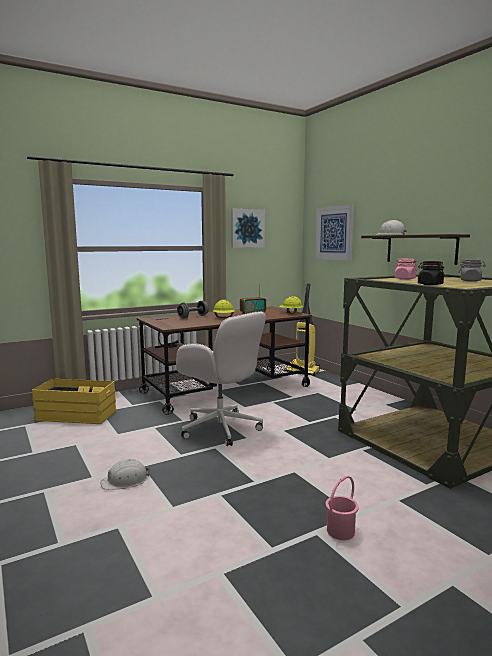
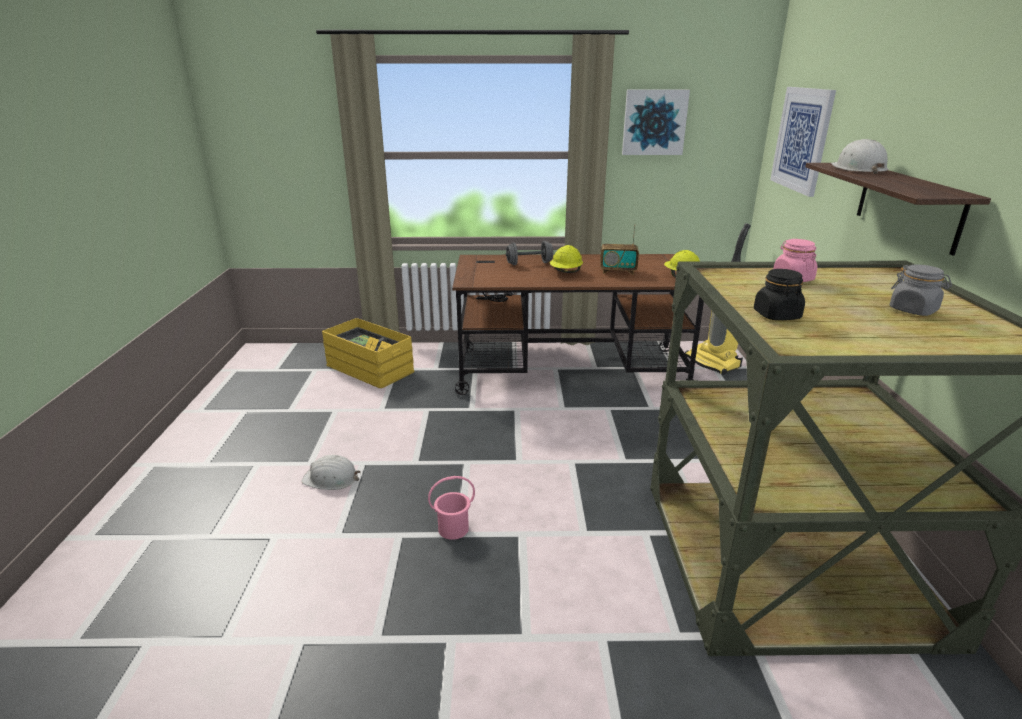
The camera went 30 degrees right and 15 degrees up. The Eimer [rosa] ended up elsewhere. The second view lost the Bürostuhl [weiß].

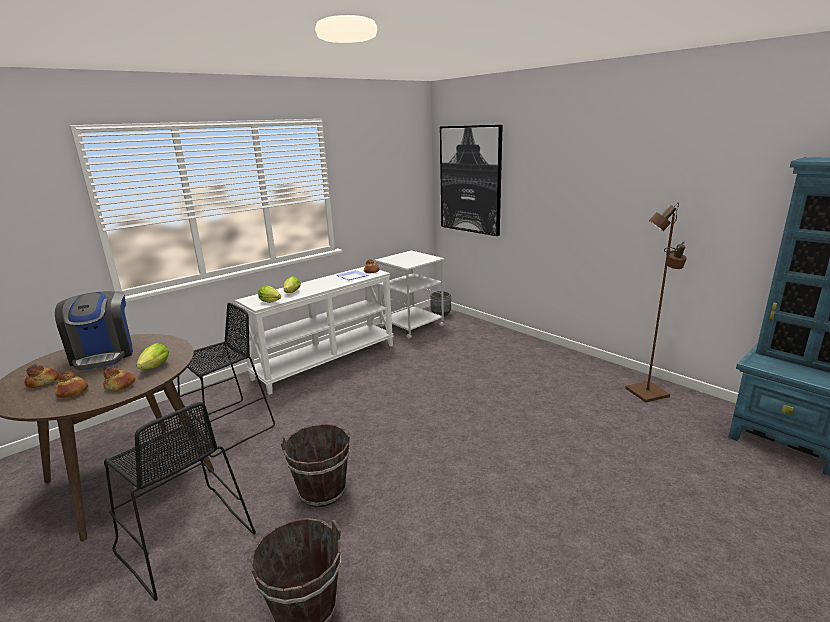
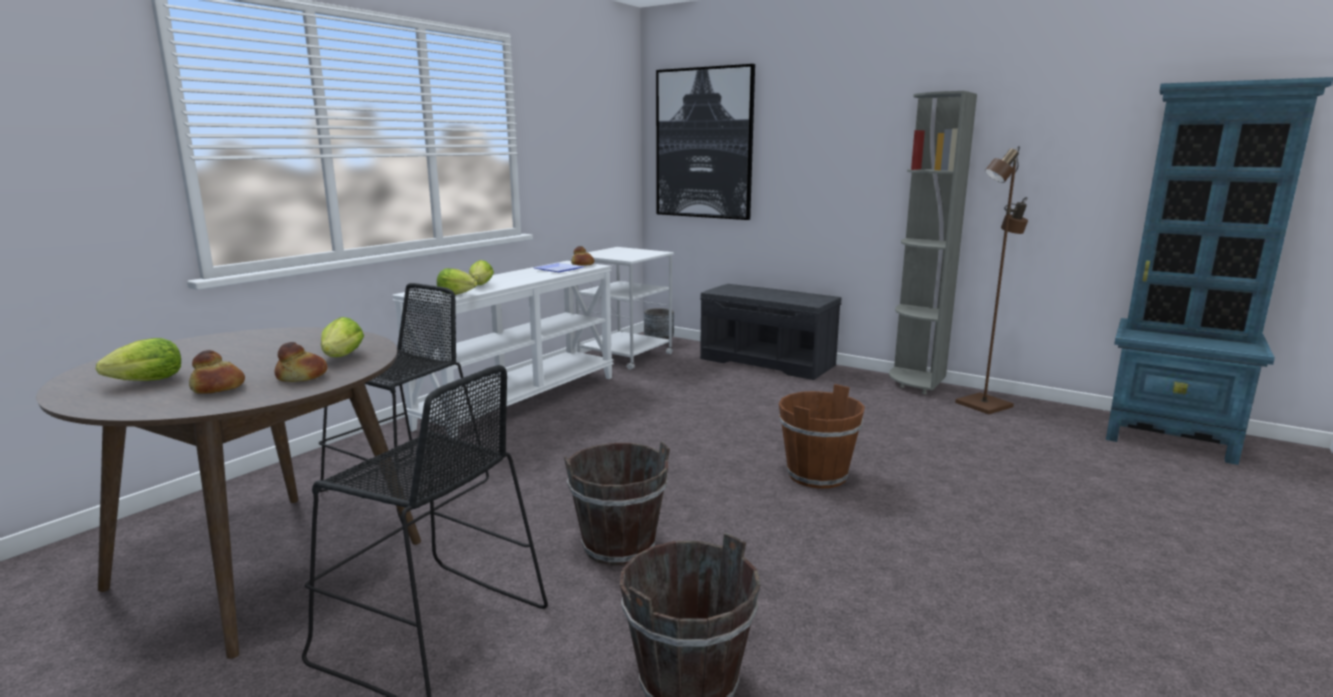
The camera went 15 degrees left and 5 degrees down. Where the Brot (1st from left) stood, the Salatkopf (1st from left) came to stand. The second view gained the Bank [grau]. The second view gained the Eimer [braun] (3rd from left). The second view gained the Bücherregal [grau]. The second view lost the Kaffeemaschine.

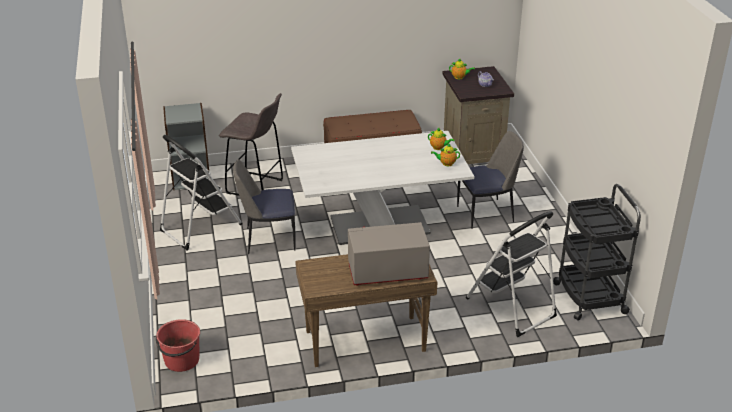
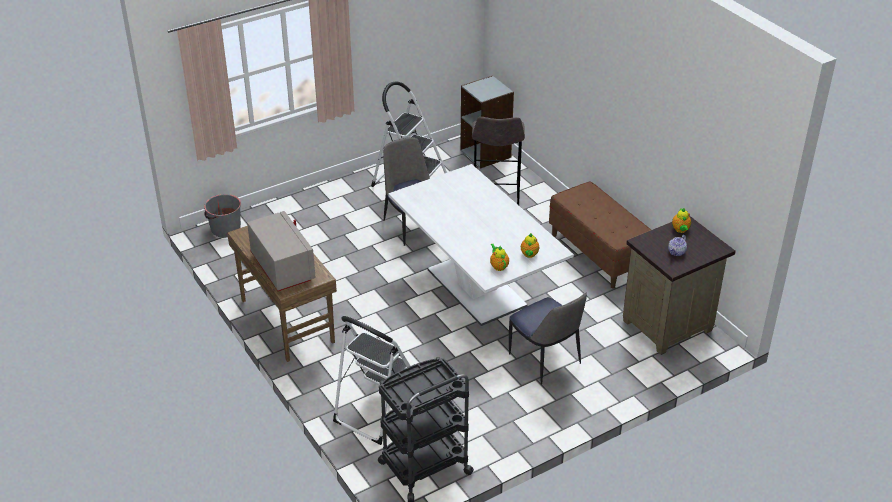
The camera went 70 degrees right and 5 degrees up. What was the Eimer [rot] turned into the Eimer [grau].

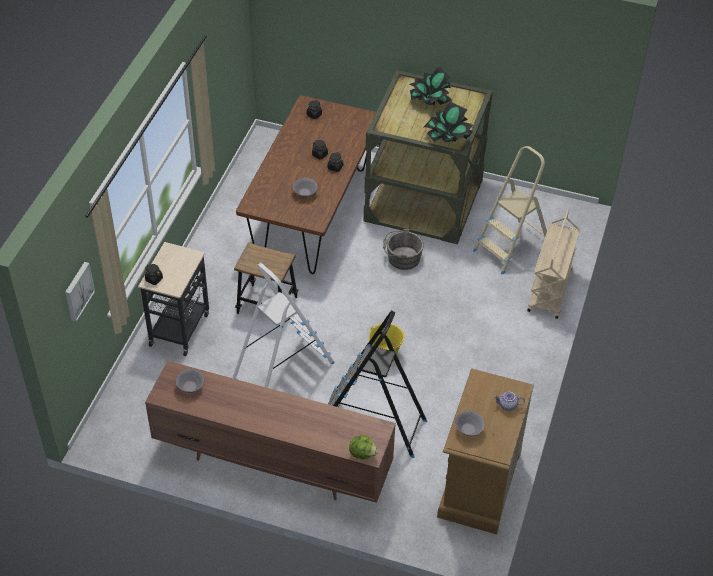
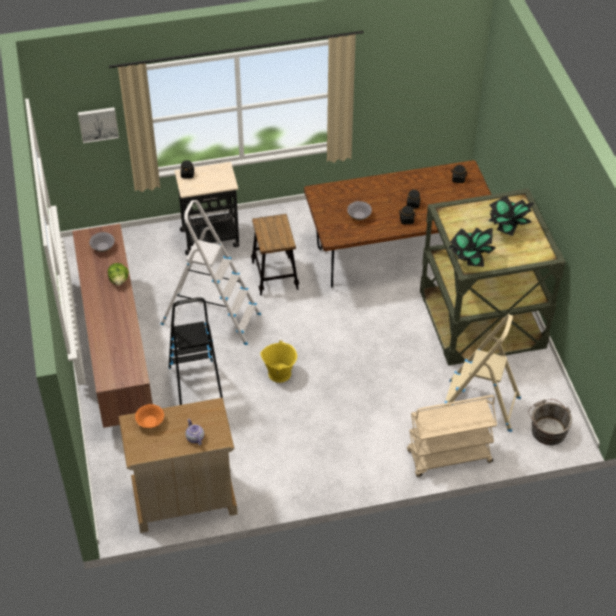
The camera went 60 degrees right and 0 degrees up. The Salatkopf ended up elsewhere. What was the Schüssel [grau] (3rd from left) turned into the Schüssel [orange]. The Eimer [grau] ended up elsewhere.

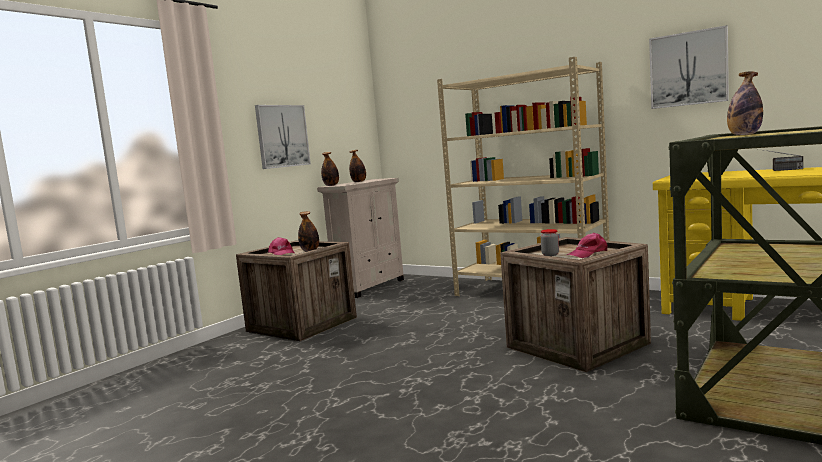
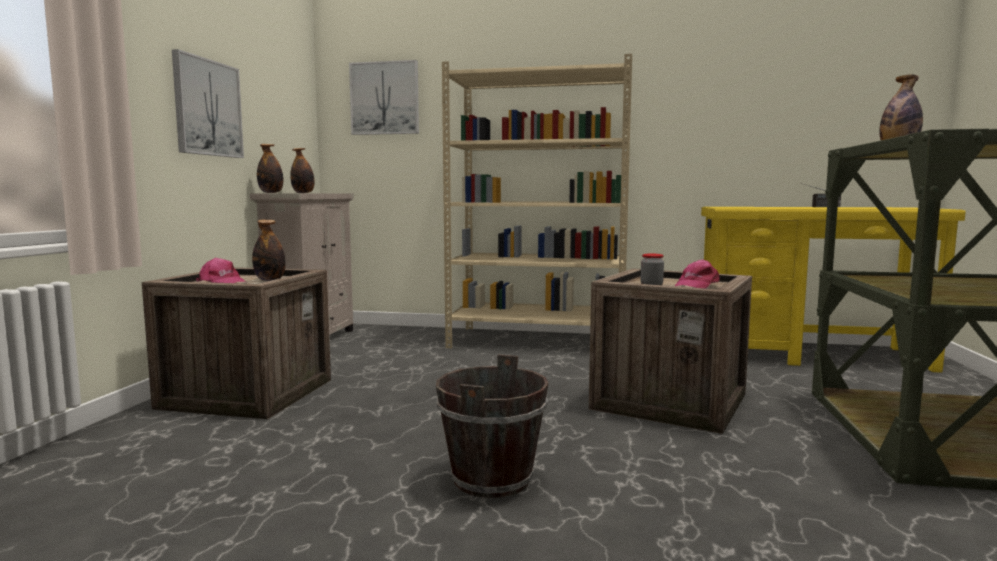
The camera went 25 degrees left and 0 degrees up. The Bild (2nd from left) ended up elsewhere. The second view gained the Eimer [braun].

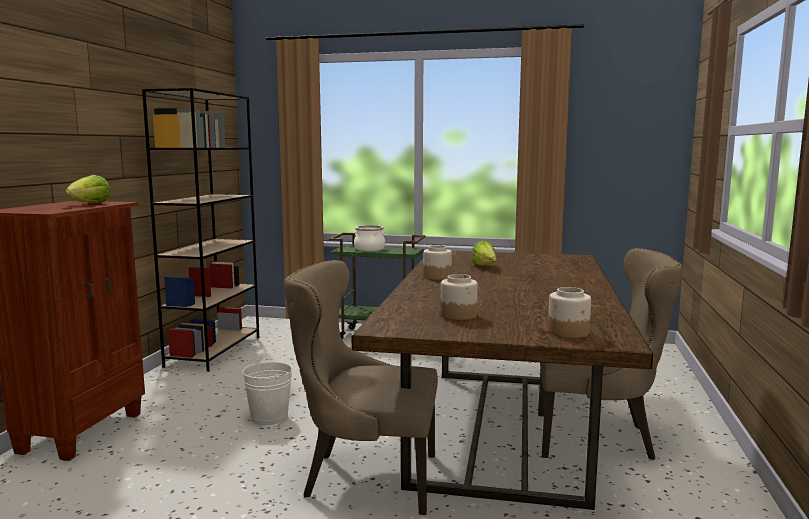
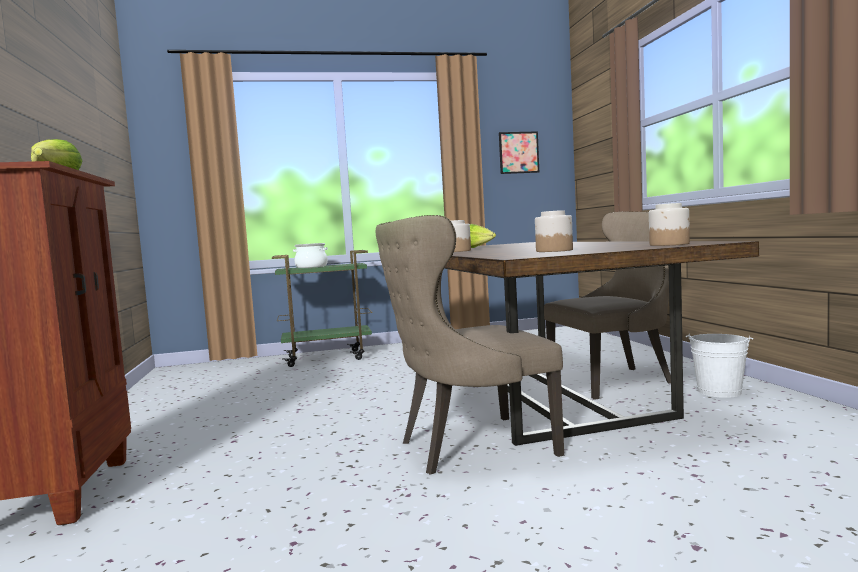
The camera went 25 degrees left and 5 degrees down. The second view gained the Bild. The Eimer [weiß] ended up elsewhere. The second view lost the Bücherregal [beige].

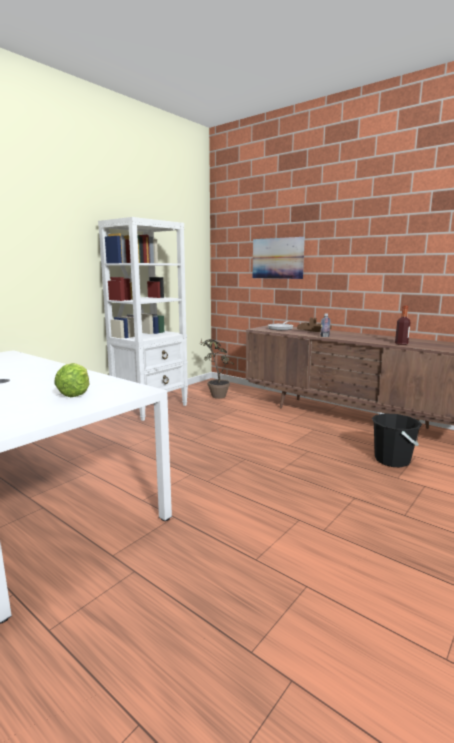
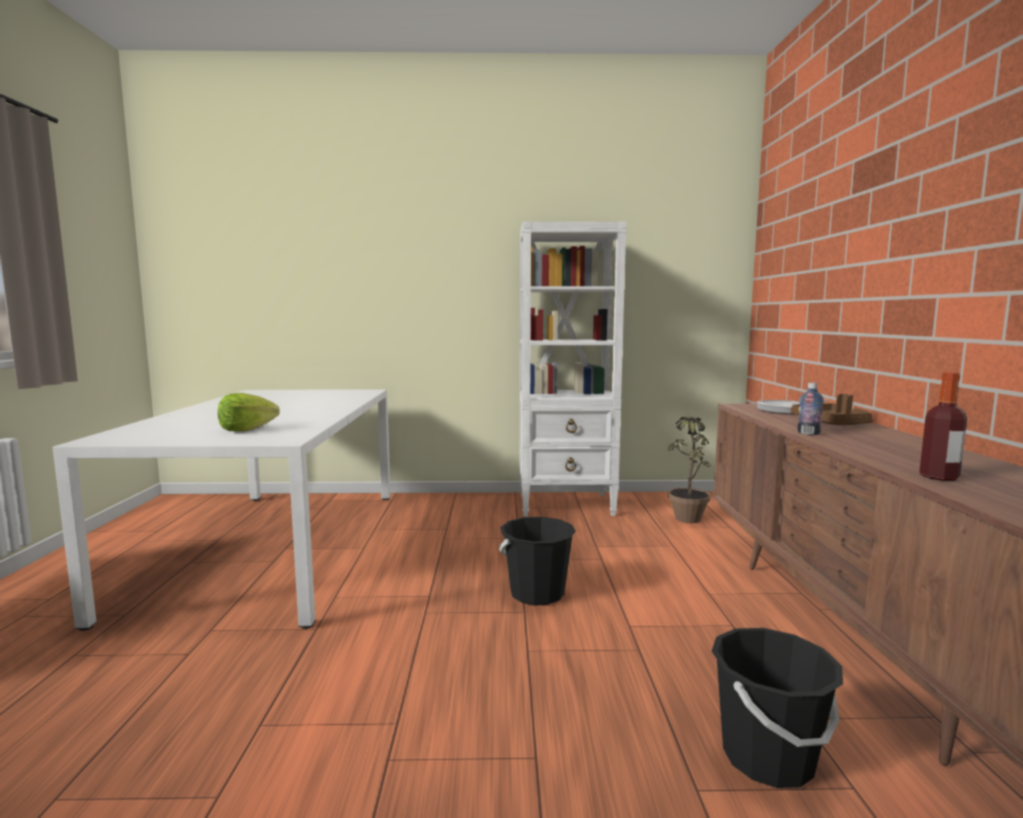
The camera went 50 degrees right and 5 degrees down. The second view gained the Eimer [schwarz] (1st from left). The second view lost the Bild.

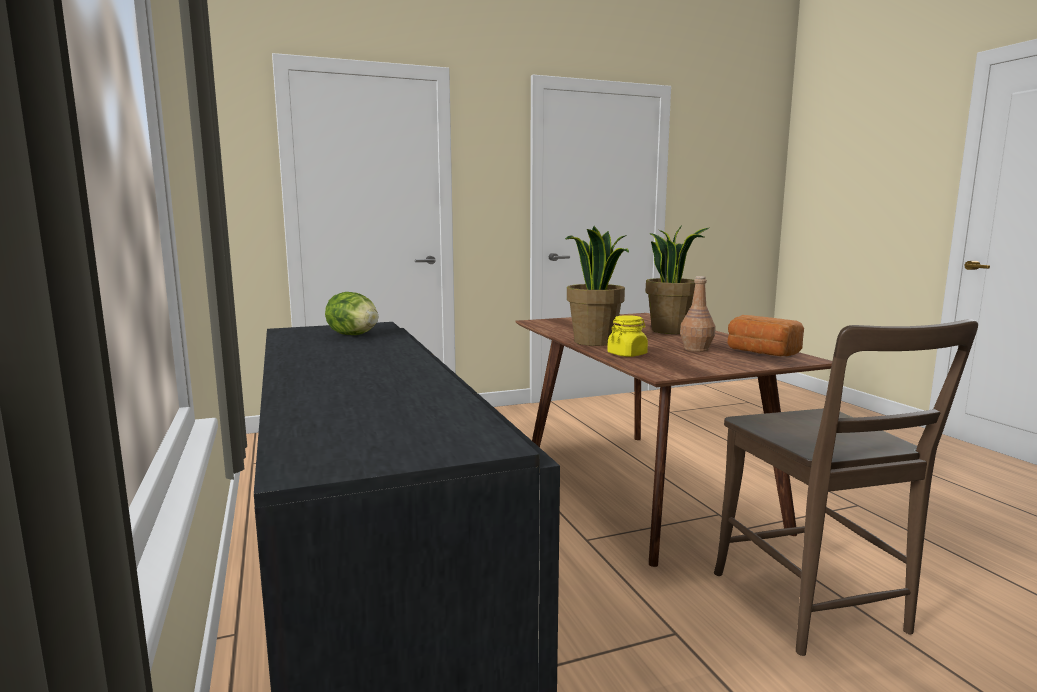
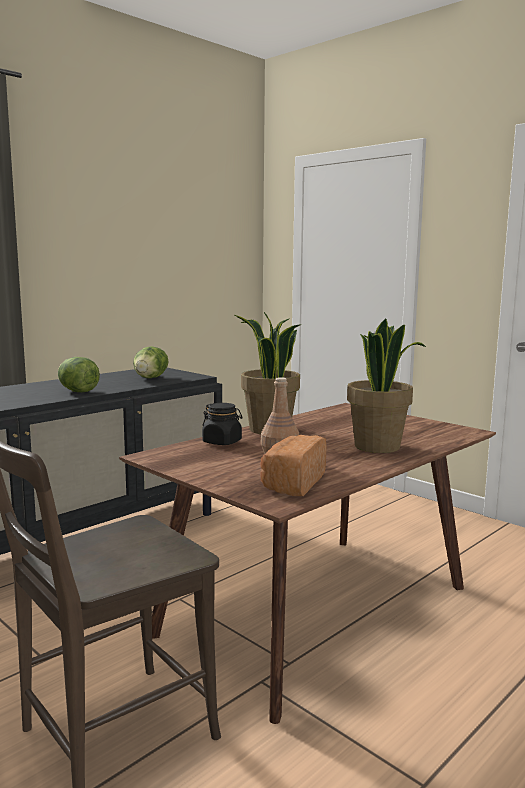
The camera went 65 degrees right and 0 degrees up. The second view gained the Salatkopf (1st from left). What was the Vorratsglas [gelb] turned into the Vorratsglas [schwarz].

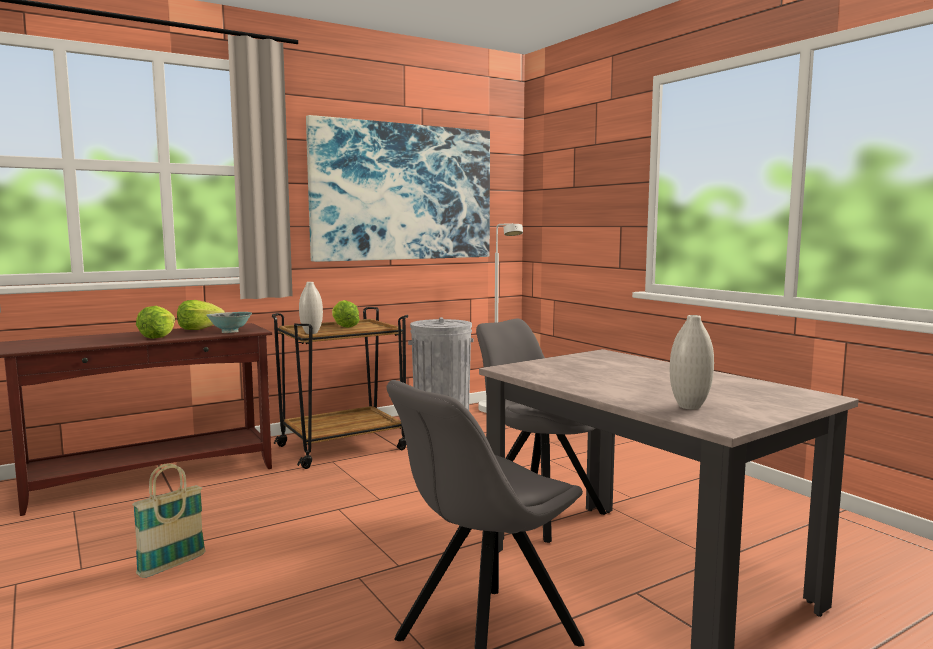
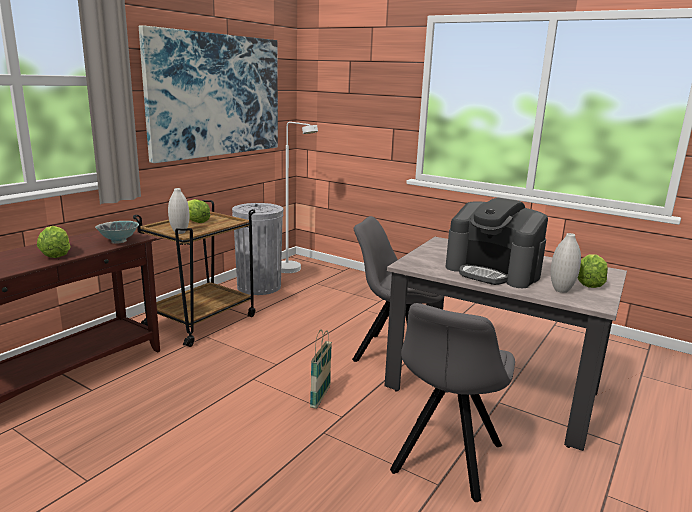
The camera went 25 degrees left and 10 degrees up. The Korb ended up elsewhere. The second view gained the Kaffeemaschine. The Salatkopf (2nd from left in the first image) ended up elsewhere.

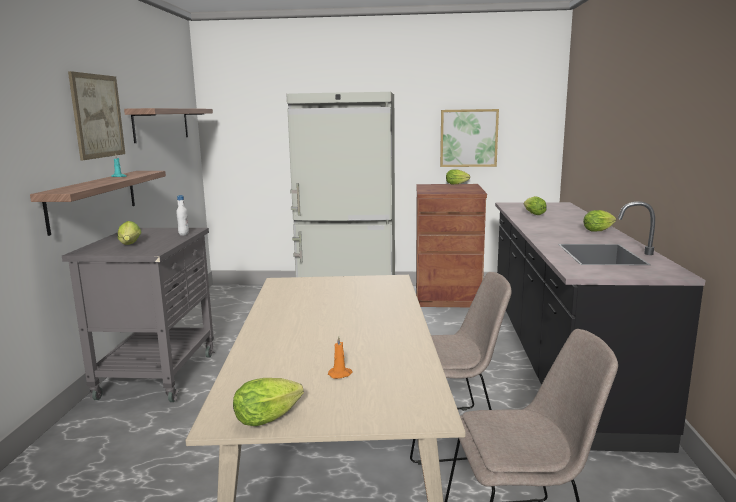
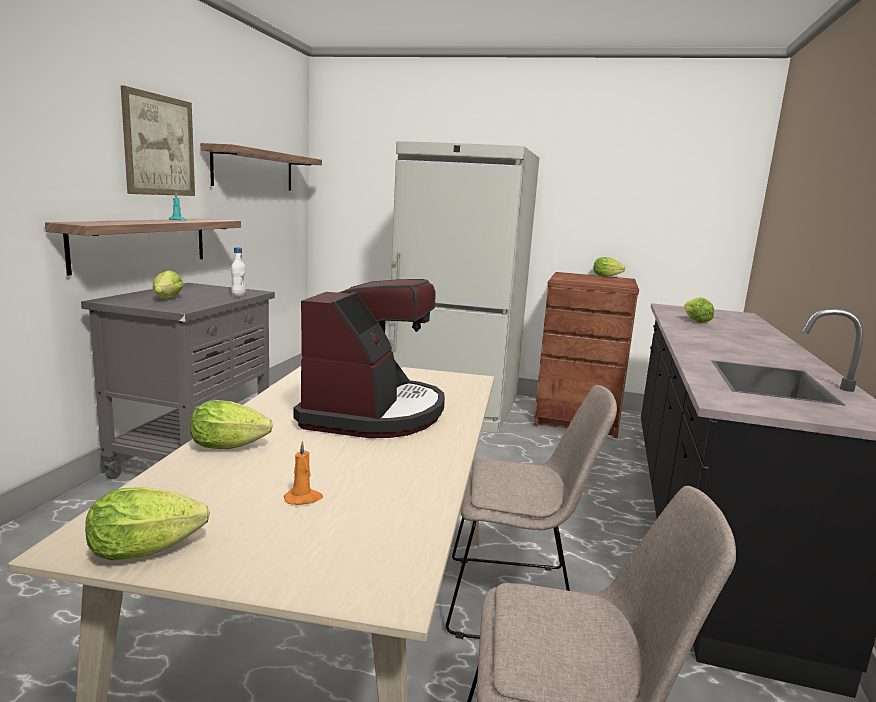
The camera went 10 degrees right and 0 degrees up. The Salatkopf (5th from left in the first image) ended up elsewhere. The second view gained the Kaffeemaschine. The second view lost the Bild (2nd from left).

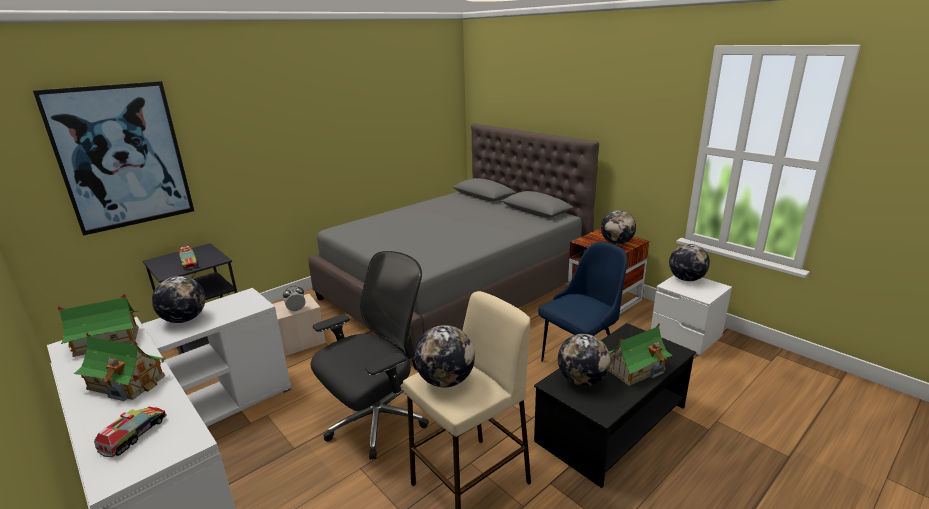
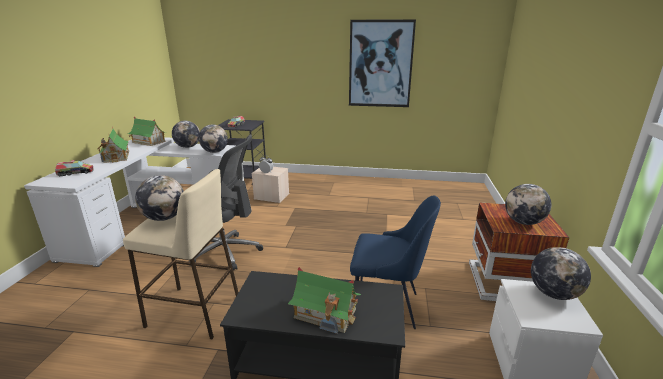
The camera went 50 degrees right and 0 degrees up. The Globus (3rd from left) ended up elsewhere. The Bild ended up elsewhere. The second view lost the Bett [grau].

